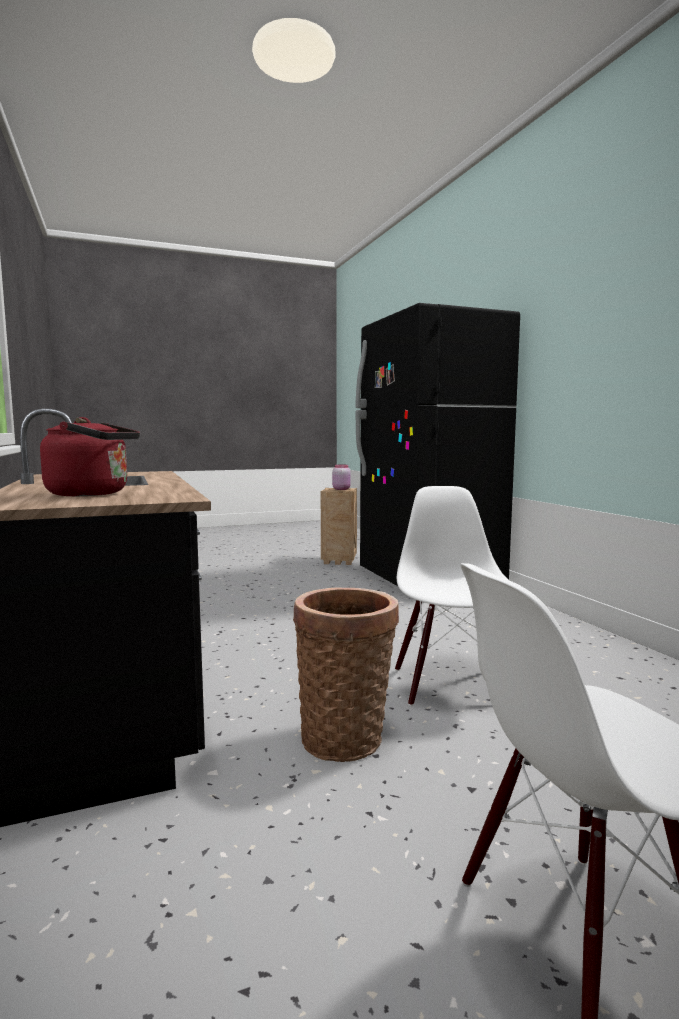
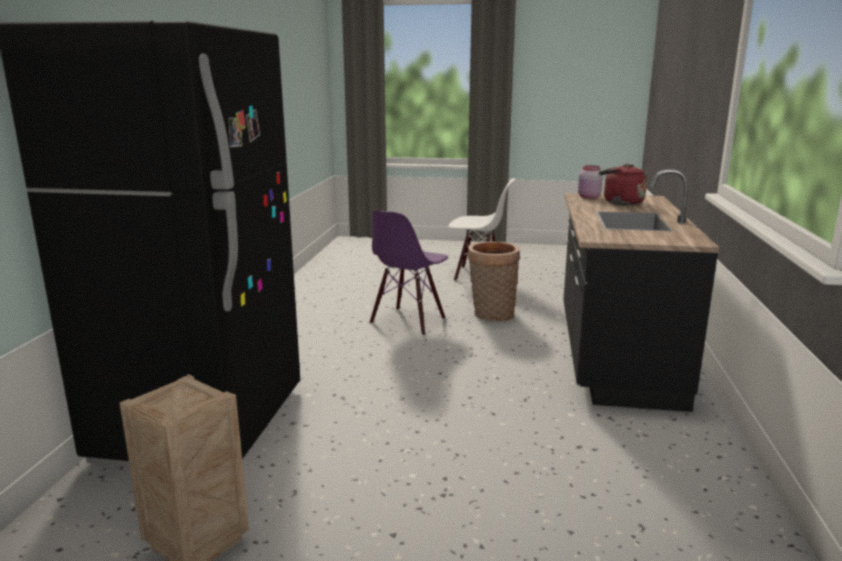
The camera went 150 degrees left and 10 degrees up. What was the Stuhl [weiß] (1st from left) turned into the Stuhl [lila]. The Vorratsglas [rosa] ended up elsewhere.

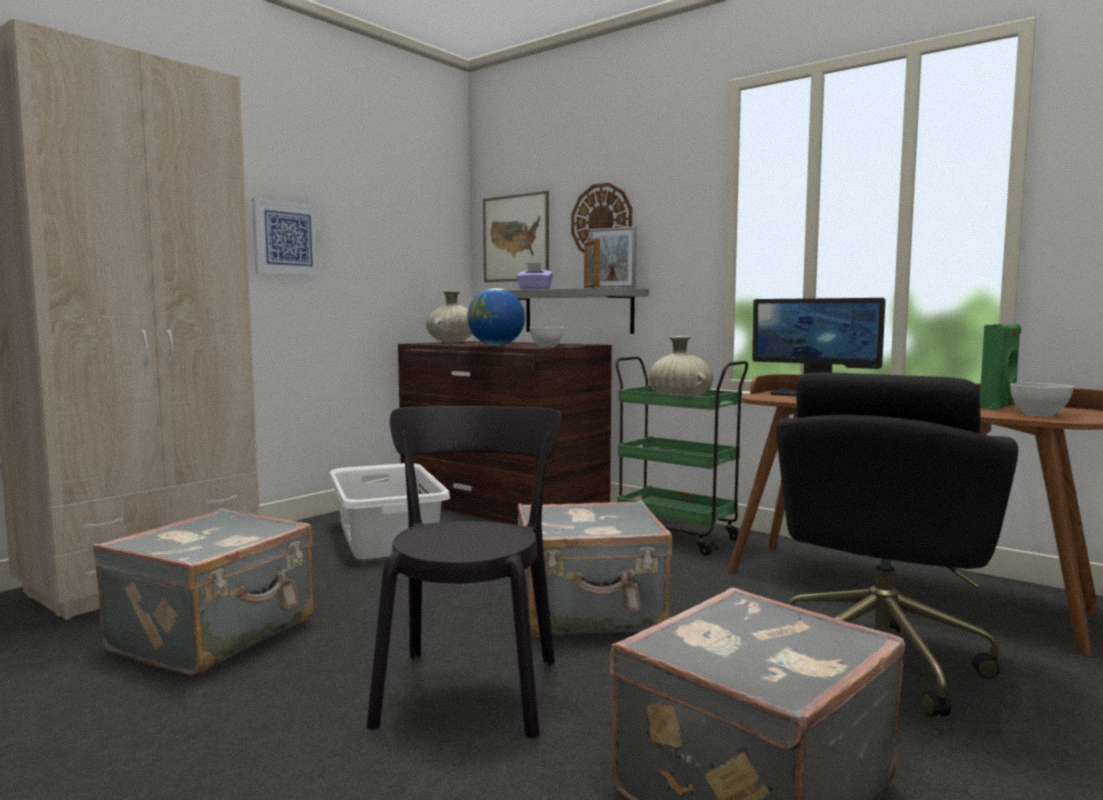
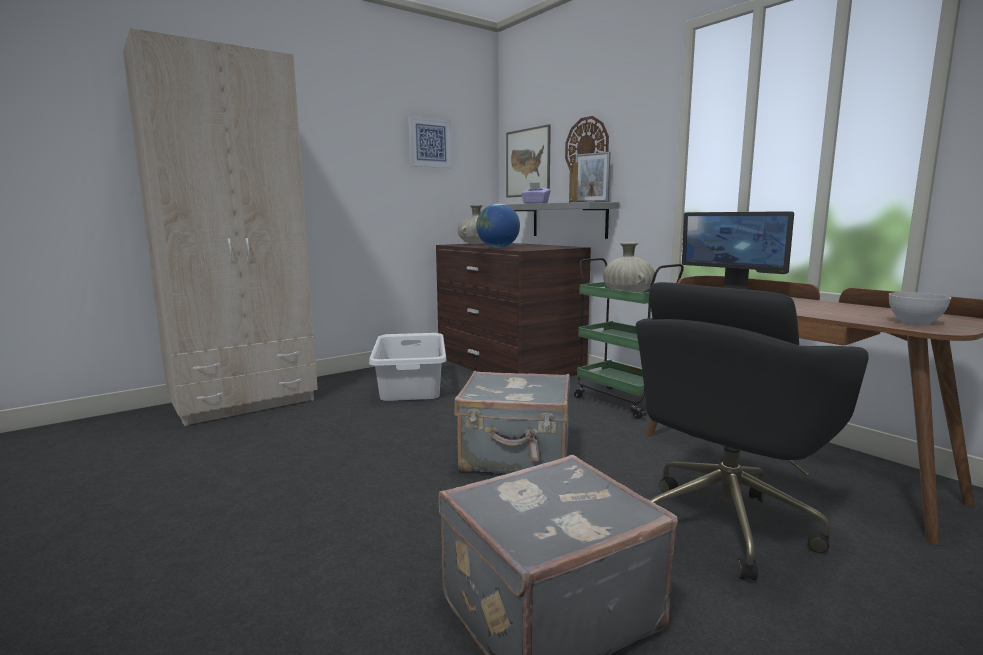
The camera went 15 degrees right and 5 degrees up. The Bild (1st from left) ended up elsewhere. The second view lost the Koffer [grau] (1st from left). The second view lost the Stuhl [schwarz]. The second view lost the Schüssel [grau] (1st from left). The second view lost the Lautsprecher [grün].

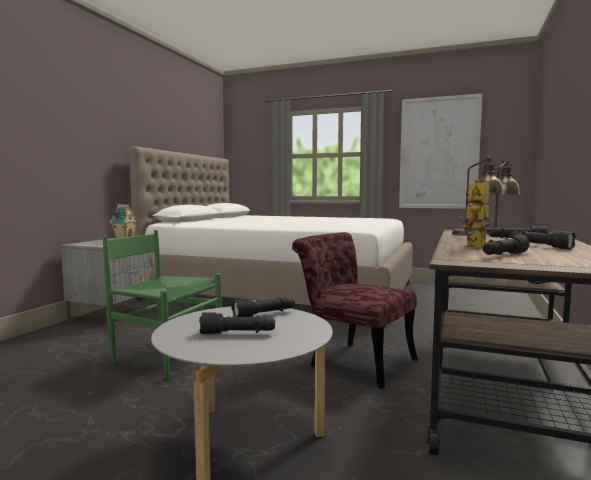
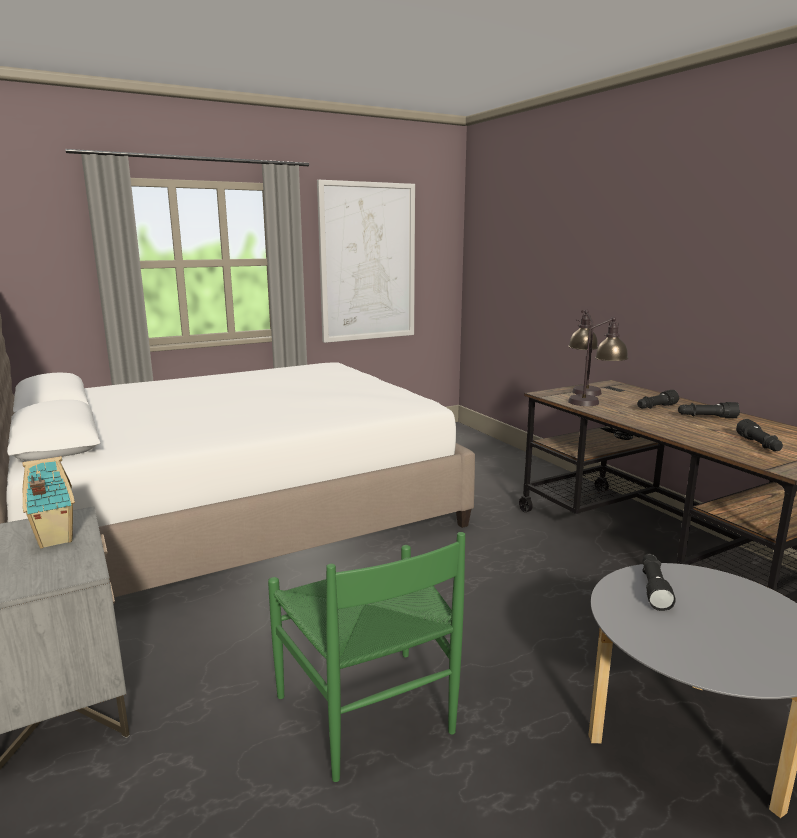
The camera went 50 degrees left and 10 degrees up. The Stuhl [grün] ended up facing another way, 90 degrees counterclockwise from before. The second view lost the Taschenlampe [schwarz] (1st from left). The second view lost the Stuhl [rot]. The second view lost the Spielzeugroboter.

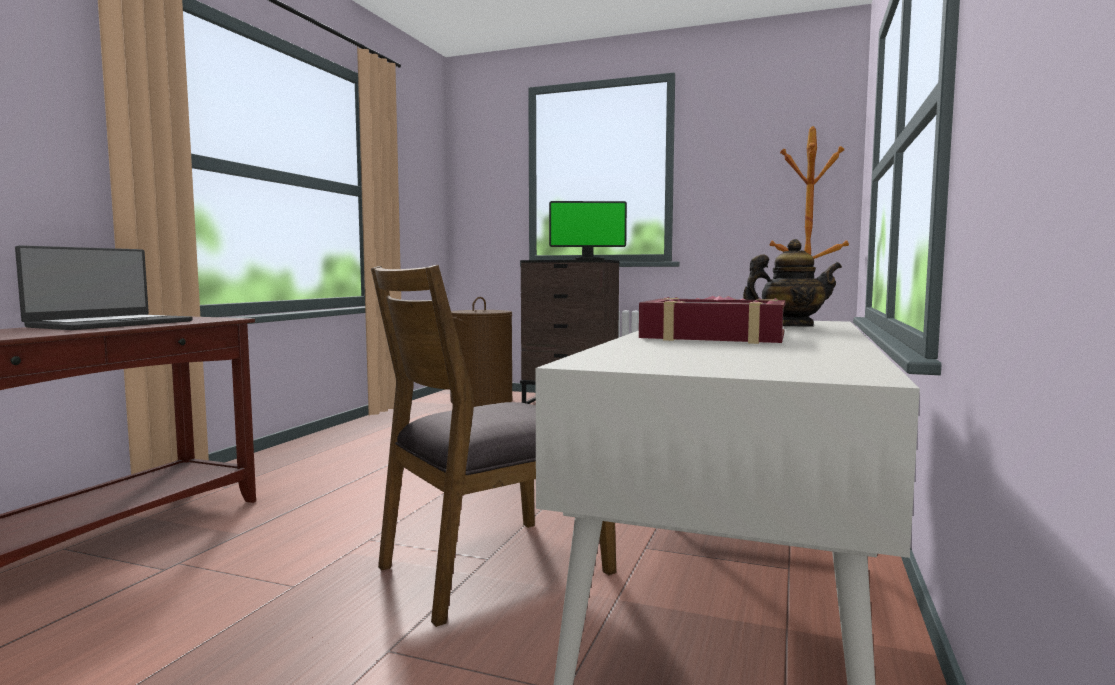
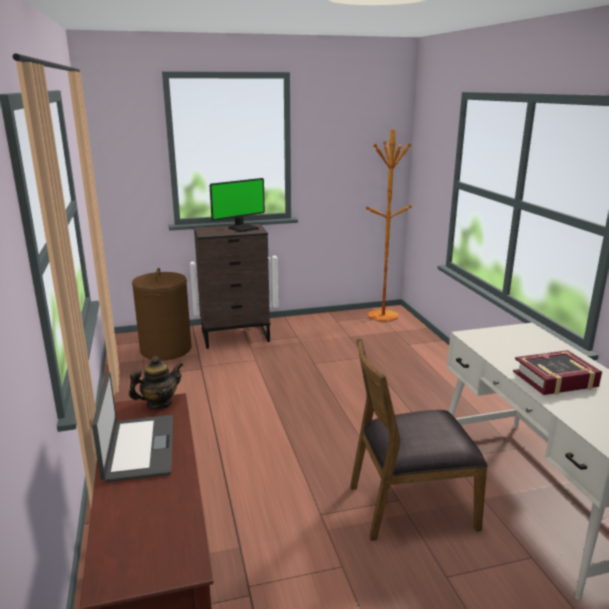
The camera went 35 degrees left and 15 degrees up. The Teekanne ended up elsewhere. The Stuhl [braun] ended up facing another way, 60 degrees clockwise from before.

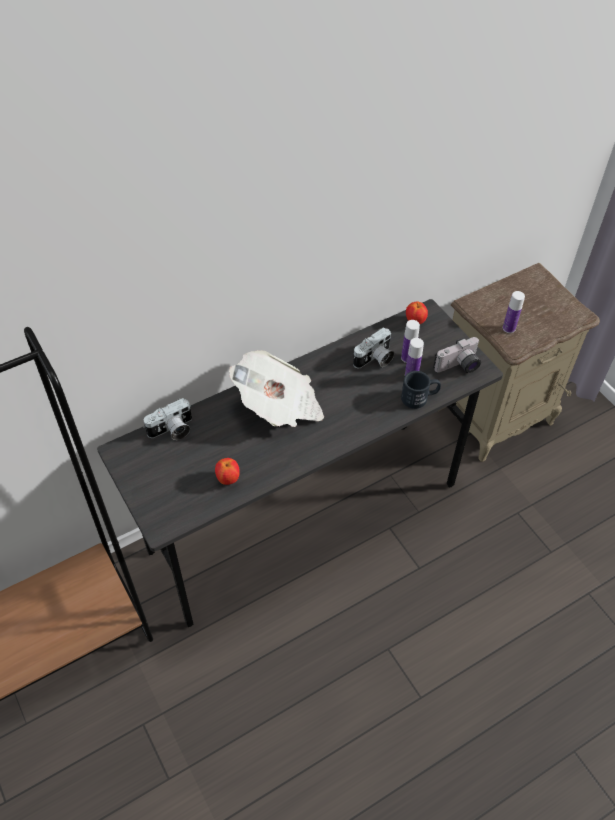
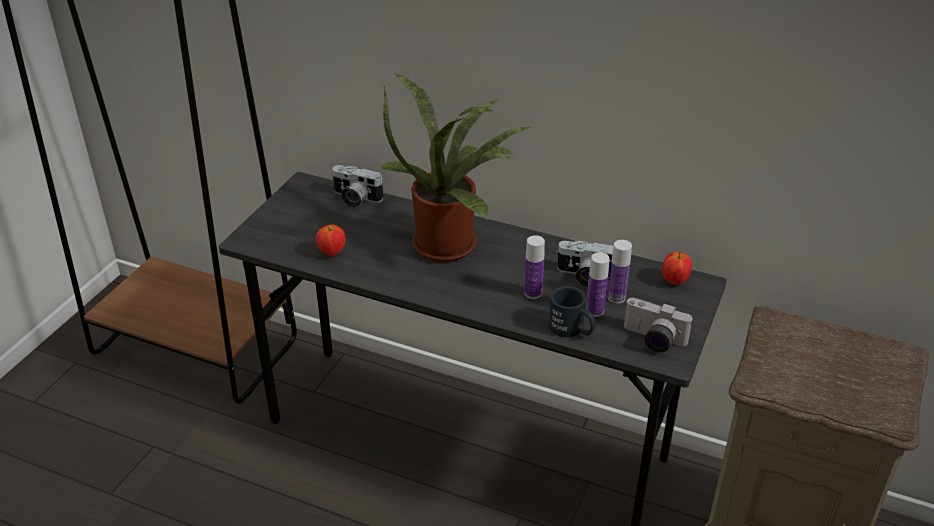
The camera went 55 degrees right and 15 degrees down. Where the Zeitung stood, the Topfpflanze came to stand. The Flasche (3rd from left in the first image) ended up elsewhere.

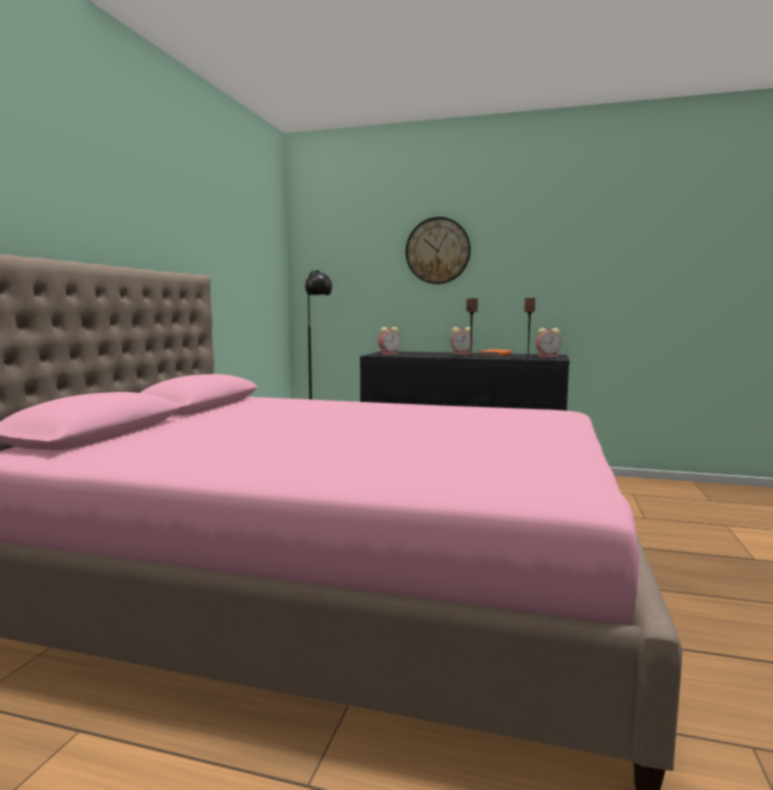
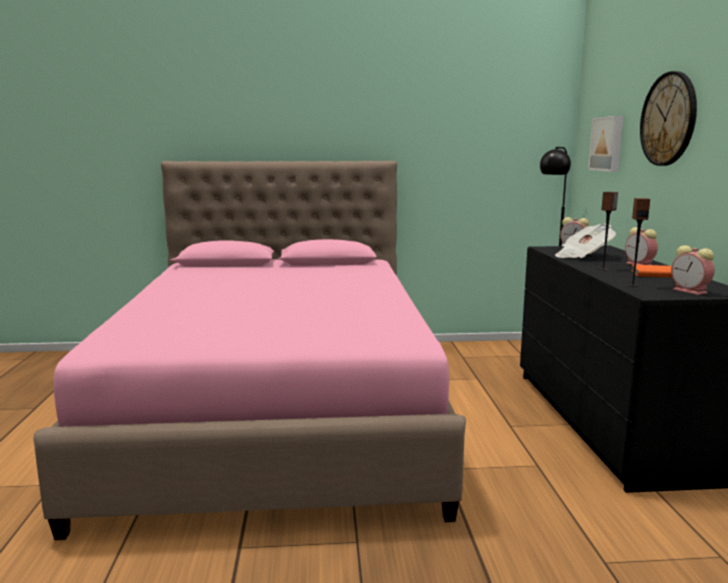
The camera went 70 degrees right and 5 degrees up. The second view gained the Zeitung. The second view gained the Bild.

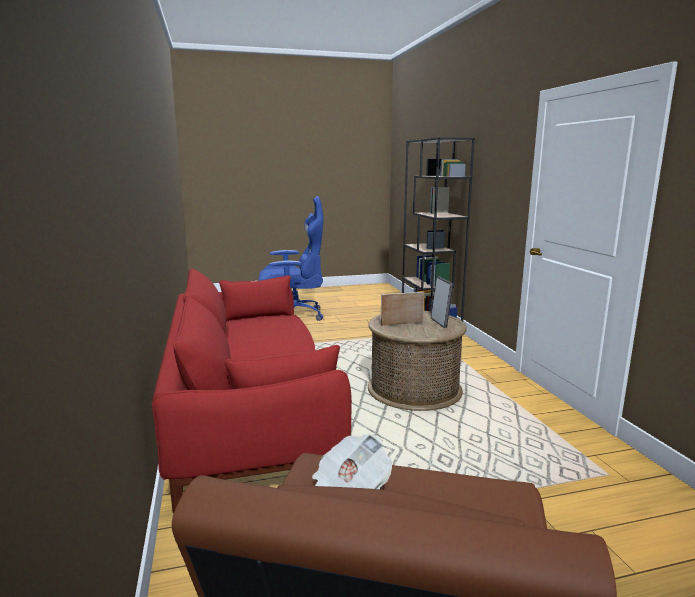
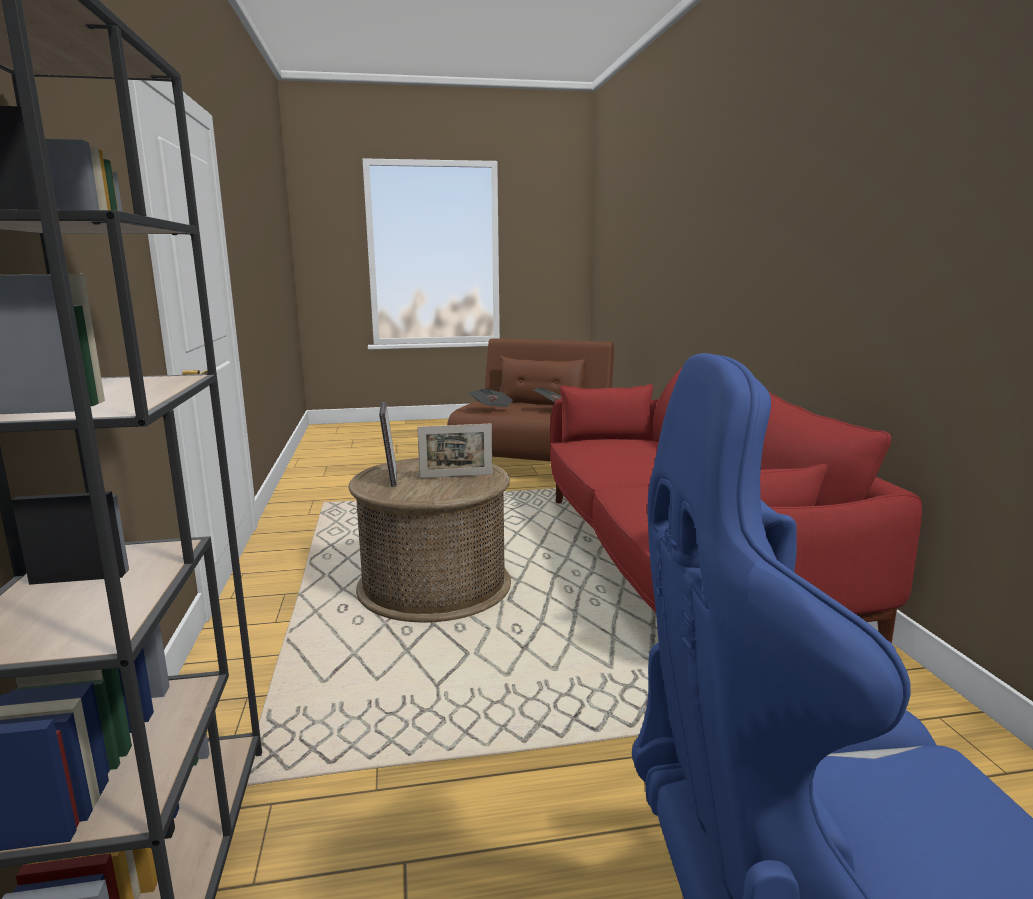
The camera went 175 degrees left and 0 degrees up. The second view gained the Zeitung (1st from left).

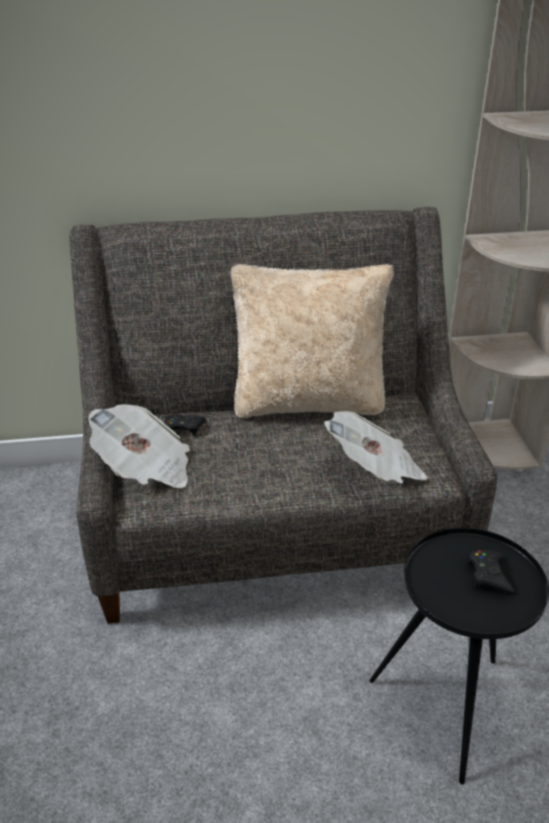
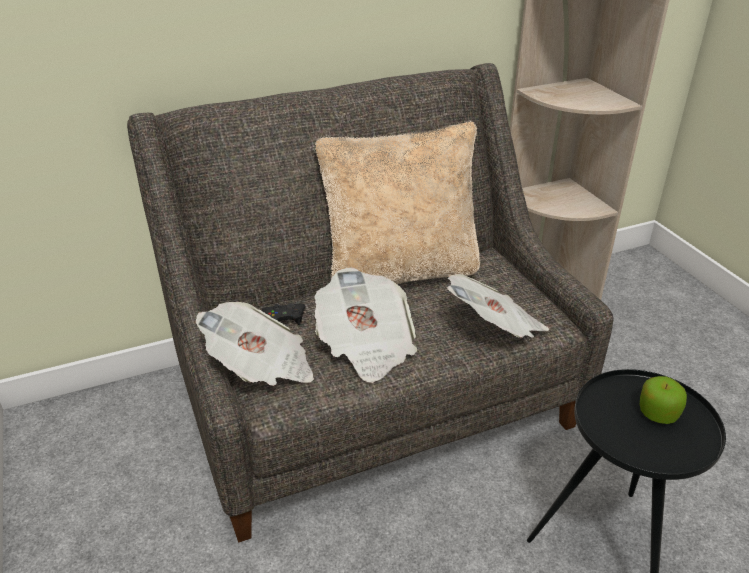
The camera went 15 degrees left and 0 degrees up. The second view gained the Zeitung (2nd from left). Where the Gamepad [schwarz] (2nd from left) stood, the Apfel came to stand.

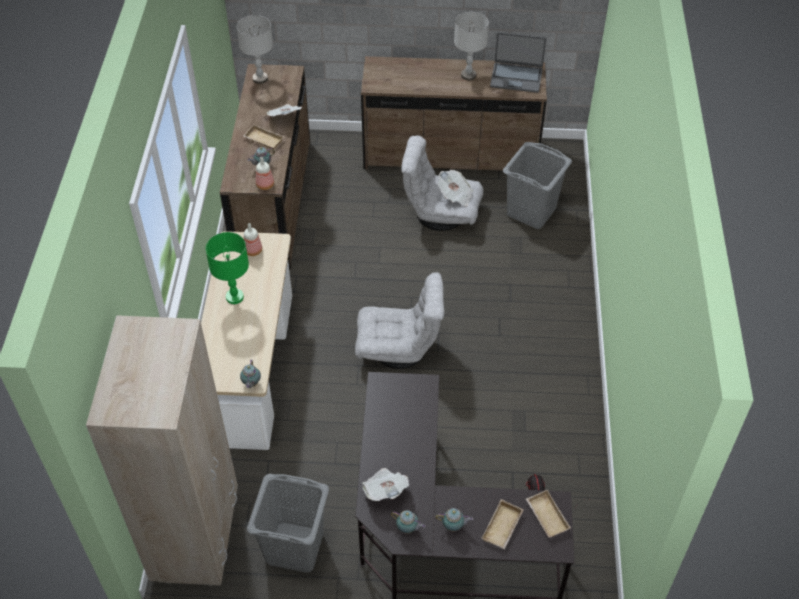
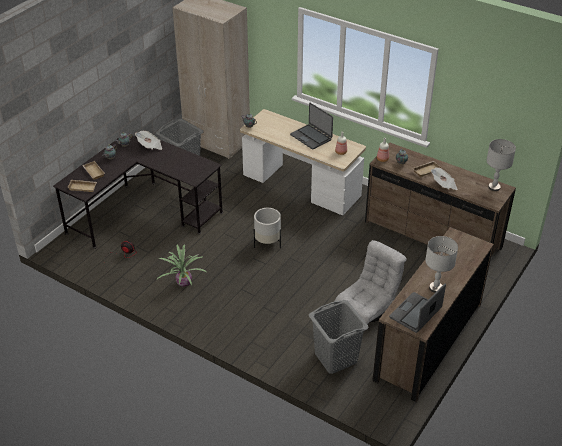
The camera went 120 degrees right and 10 degrees down. The second view gained the Topfpflanze. Where the Sessel [grau] (1st from left) stood, the Pflanzkübel [weiß] came to stand. Where the Tischlampe [grün] stood, the Laptop (1st from left) came to stand. The second view lost the Zeitung (3rd from left).

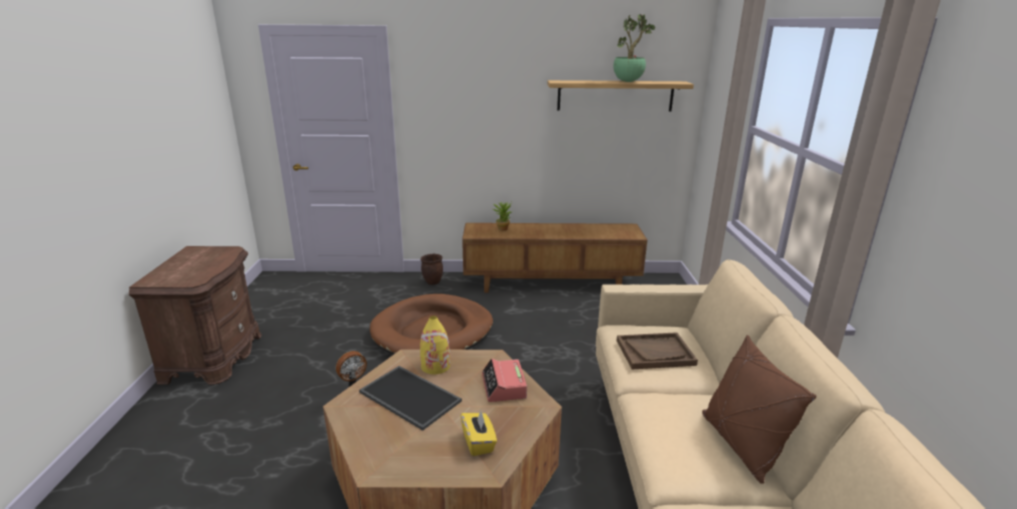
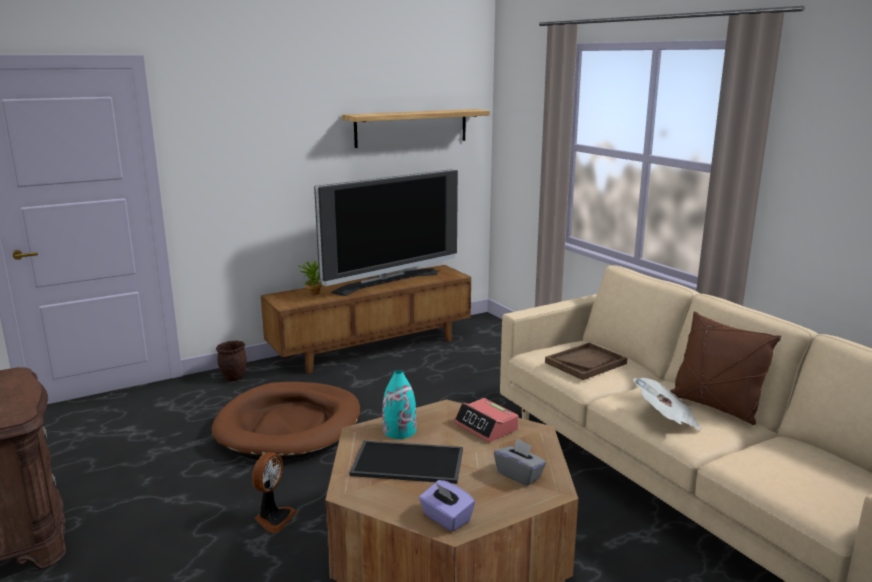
The camera went 30 degrees left and 5 degrees down. The second view gained the Fernseher. What was the Vase [gelb] turned into the Vase [türkis]. The second view gained the Taschentuchbox [lila]. What was the Taschentuchbox [gelb] turned into the Taschentuchbox [grau]. The second view gained the Zeitung. The second view lost the Topfpflanze (2nd from left).

